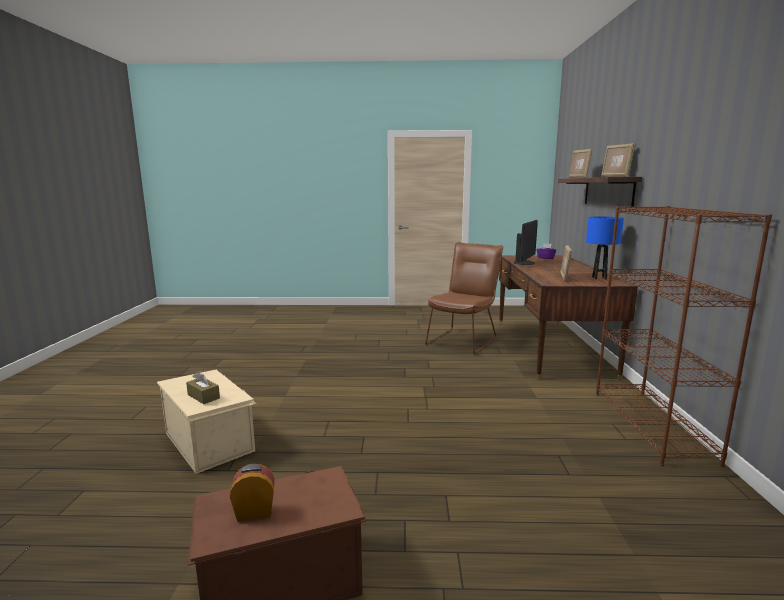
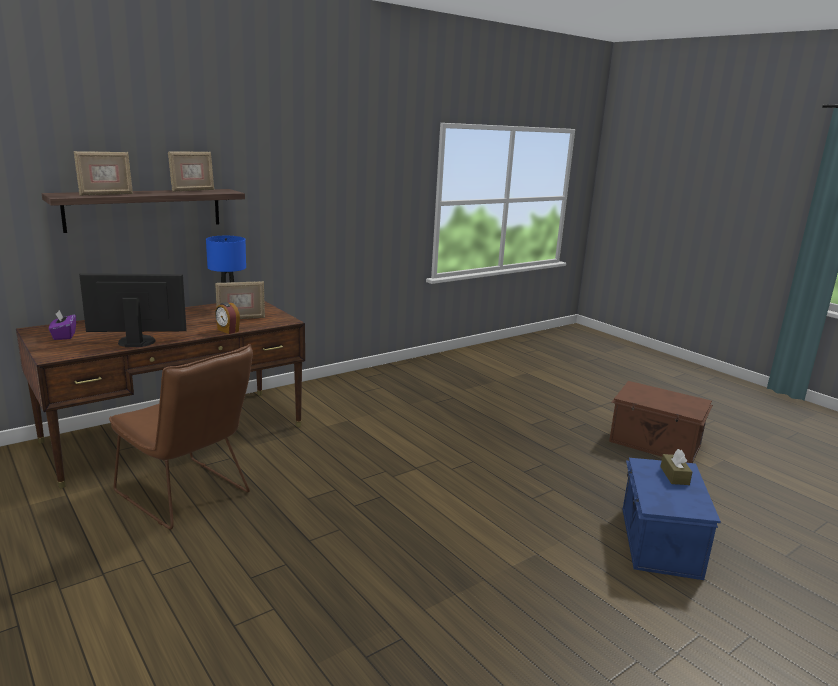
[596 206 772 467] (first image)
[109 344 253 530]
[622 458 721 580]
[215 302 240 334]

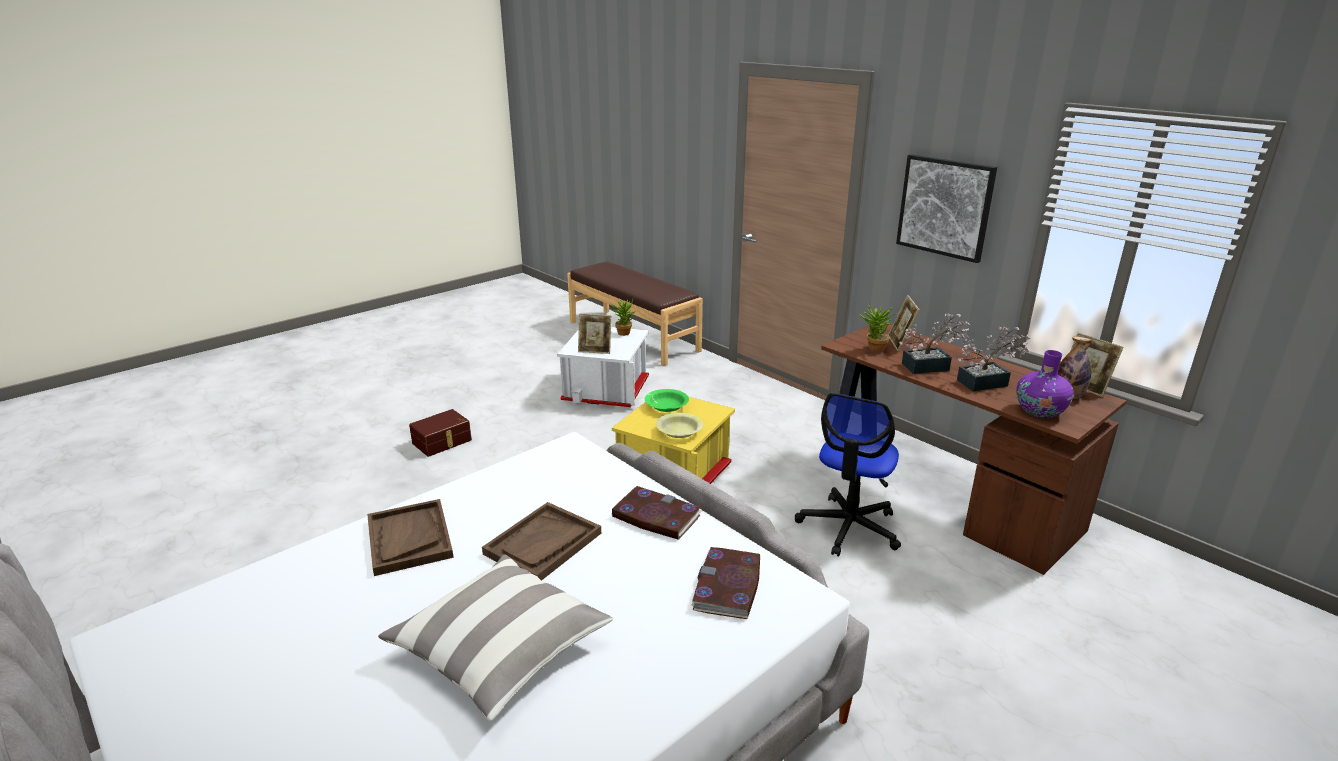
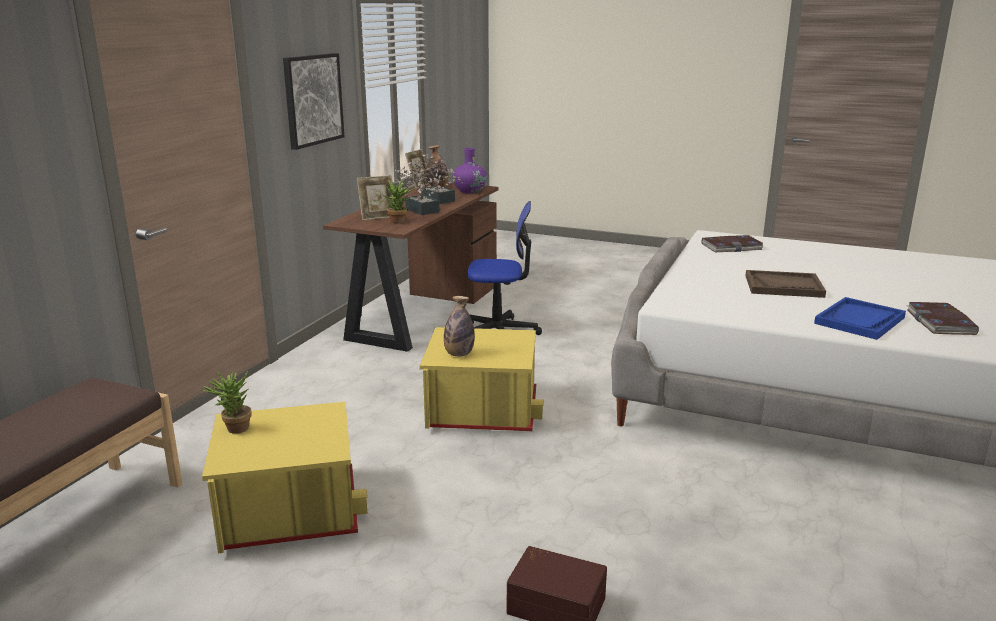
[578 313 612 354] (first image)
[202 402 368 553]
[444 296 475 356]
[656 413 703 438] (first image)
[906 302 979 335]
[814 297 906 340]
[379 554 613 721] (first image)

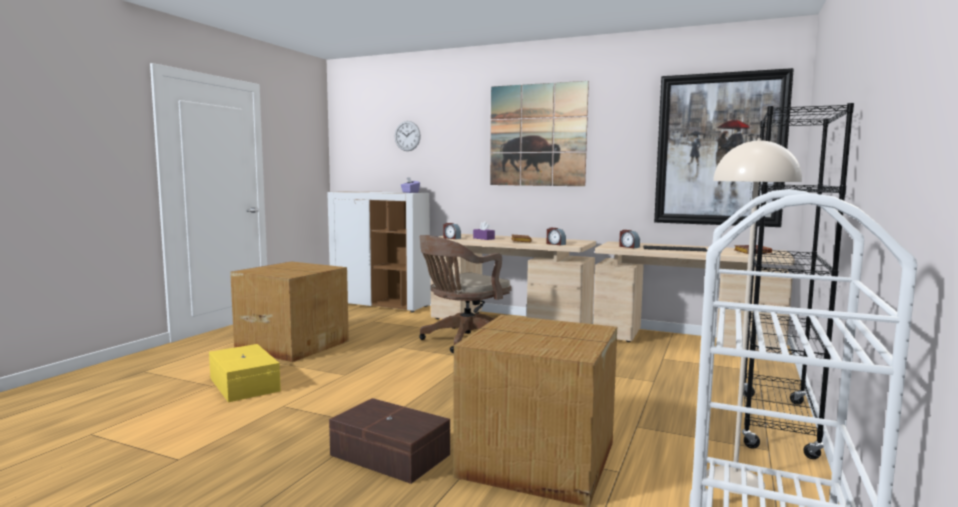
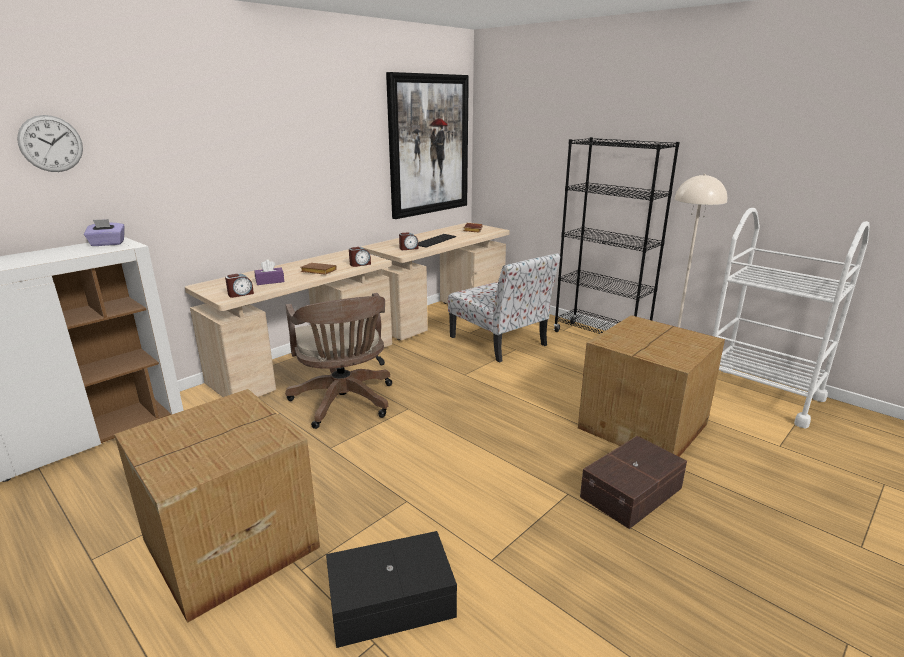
[490 81 589 186] (first image)
[326 531 457 648]
[448 253 560 362]

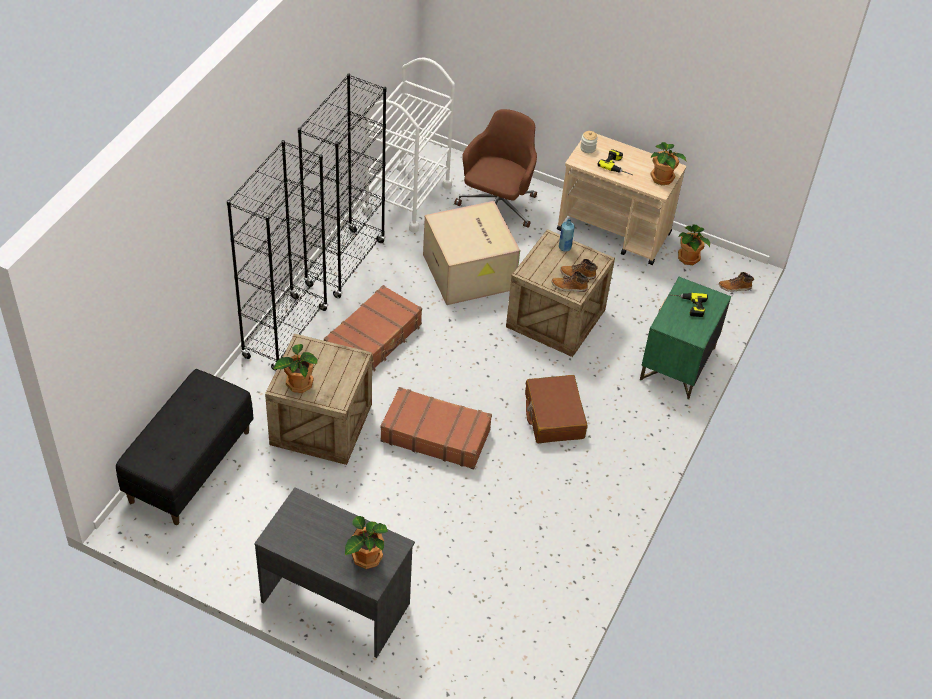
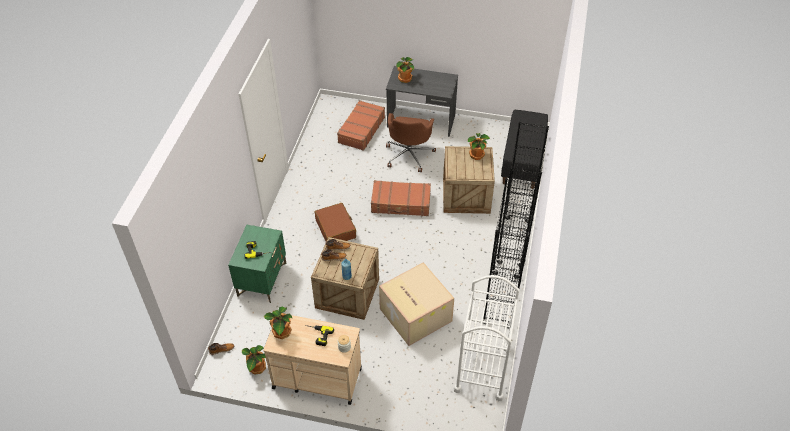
[386 113 436 172]
[337 100 385 151]

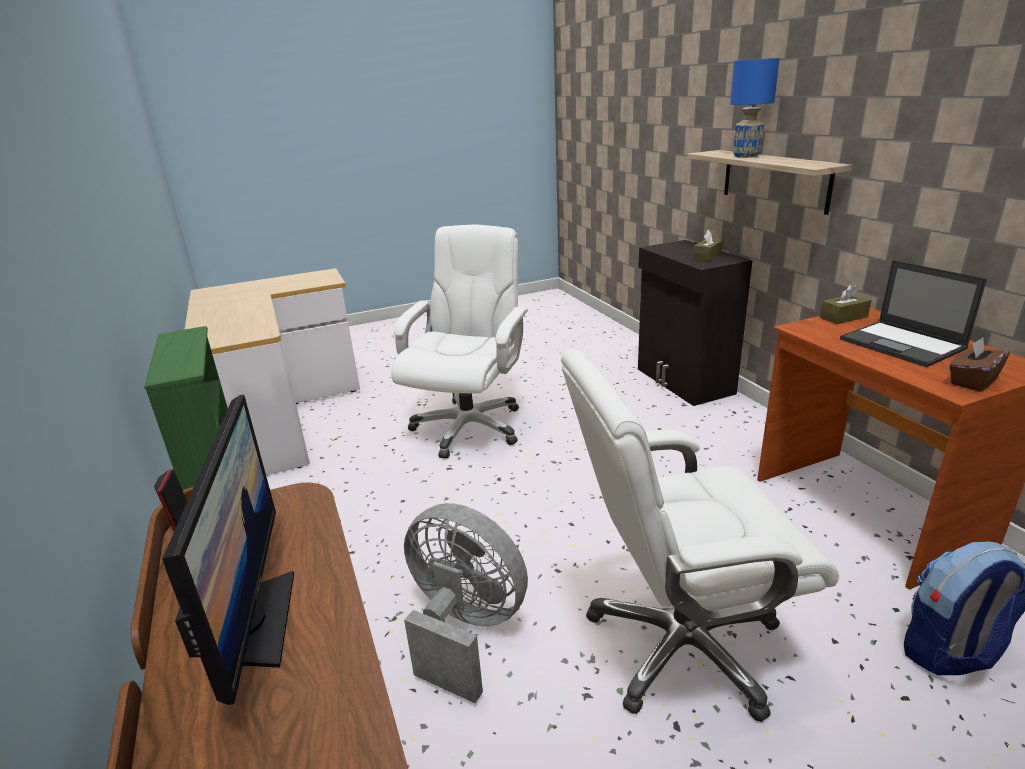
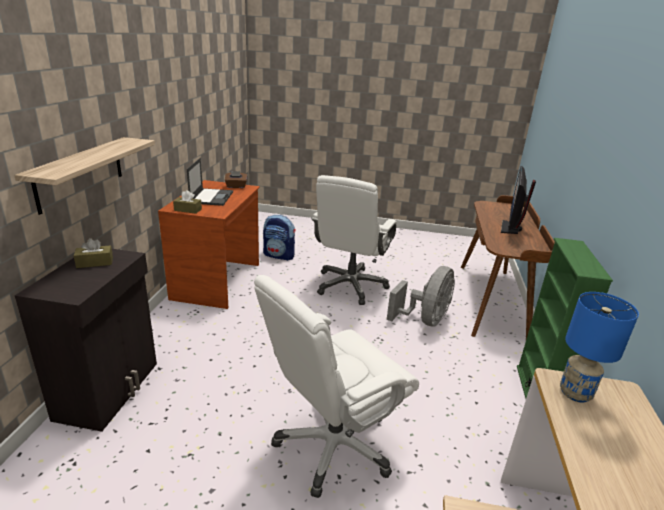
[560 292 639 403]
[311 175 397 305]
[387 266 455 327]

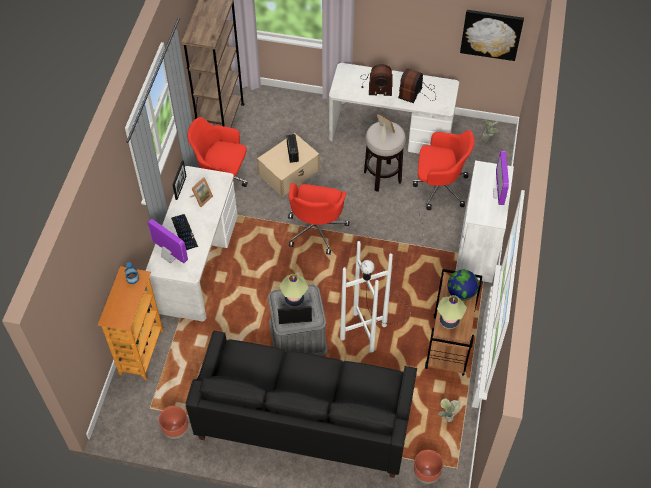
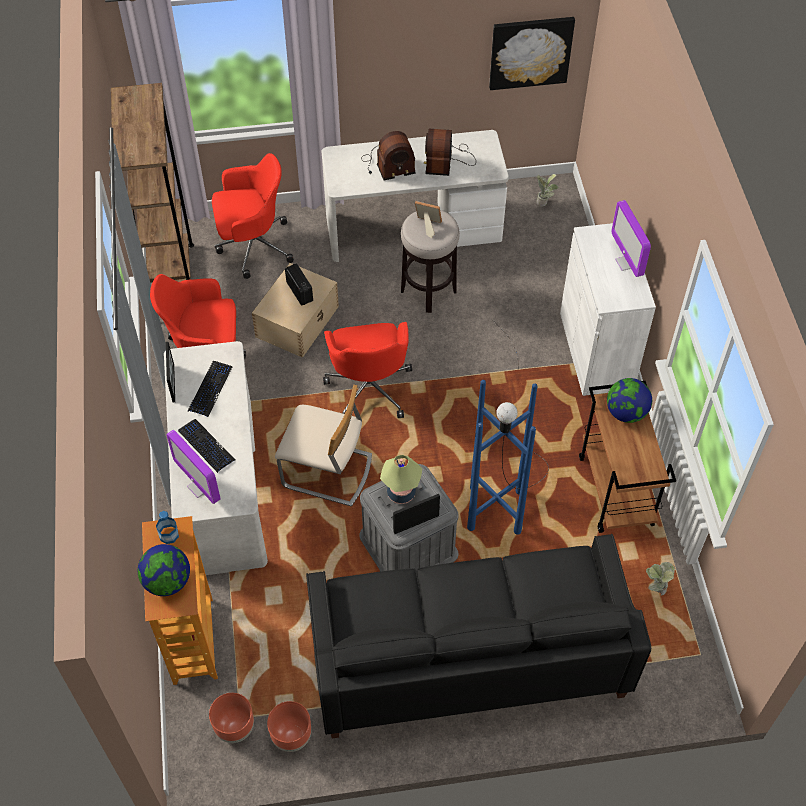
[212 153 294 279]
[188 361 232 417]
[467 319 549 535]
[166 430 221 504]
[437 295 467 329] (first image)
[209 693 254 743]
[275 385 372 507]
[138 544 190 596]

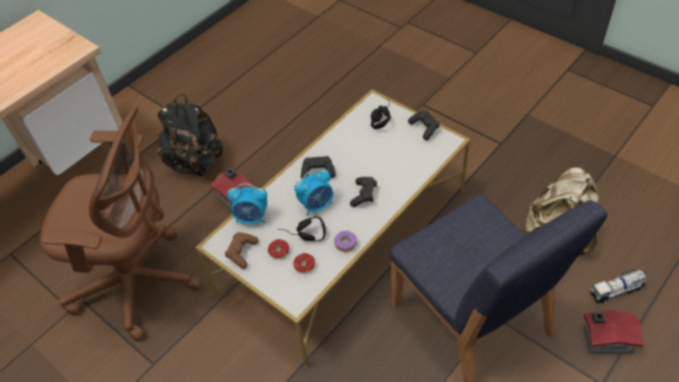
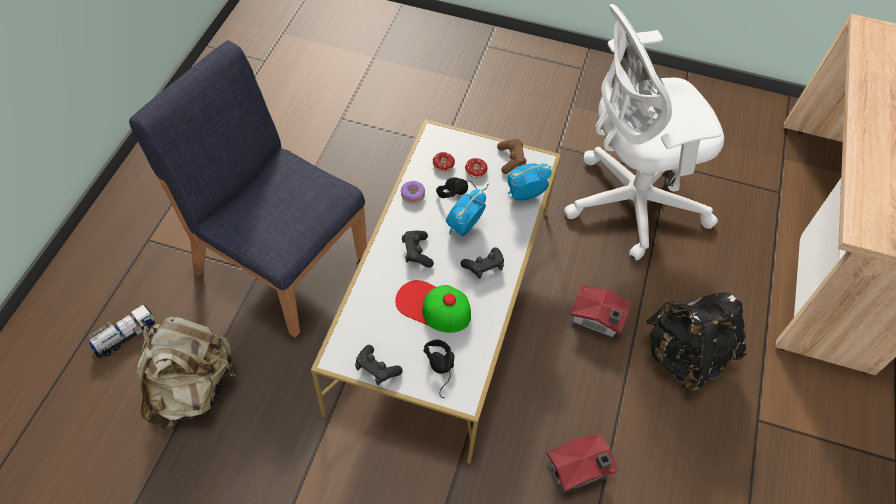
[564 4 724 260]
[546 433 618 495]
[395 280 471 333]

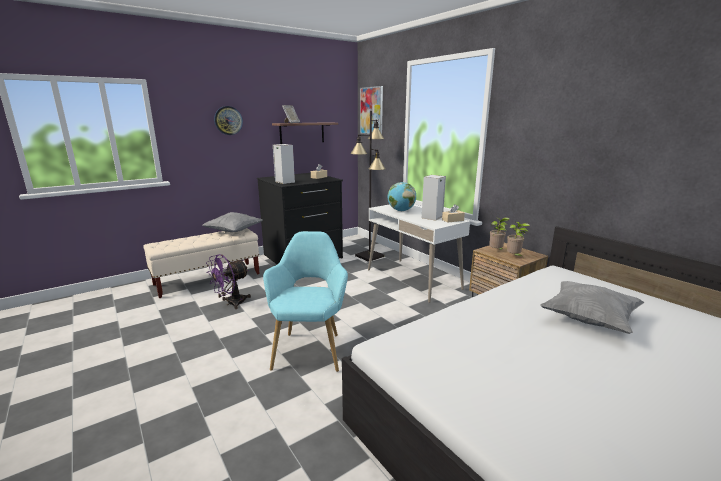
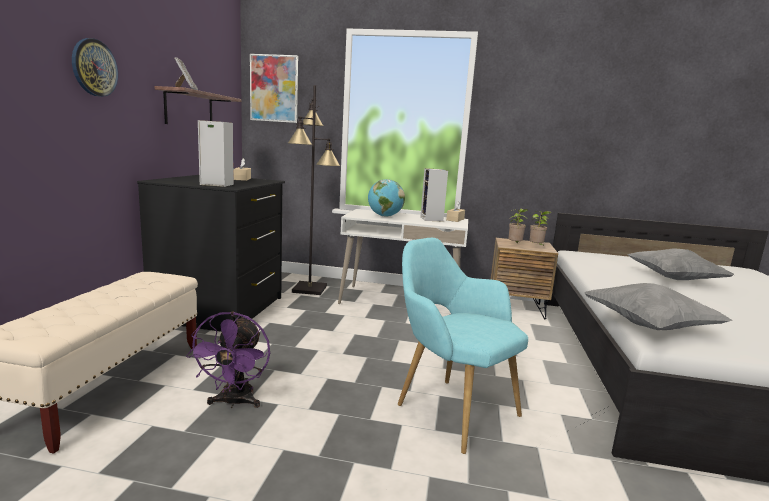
[585 283 733 330]

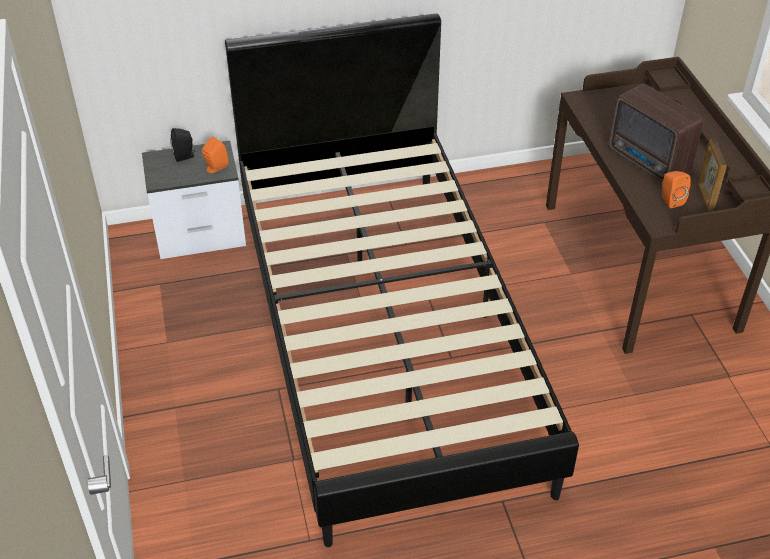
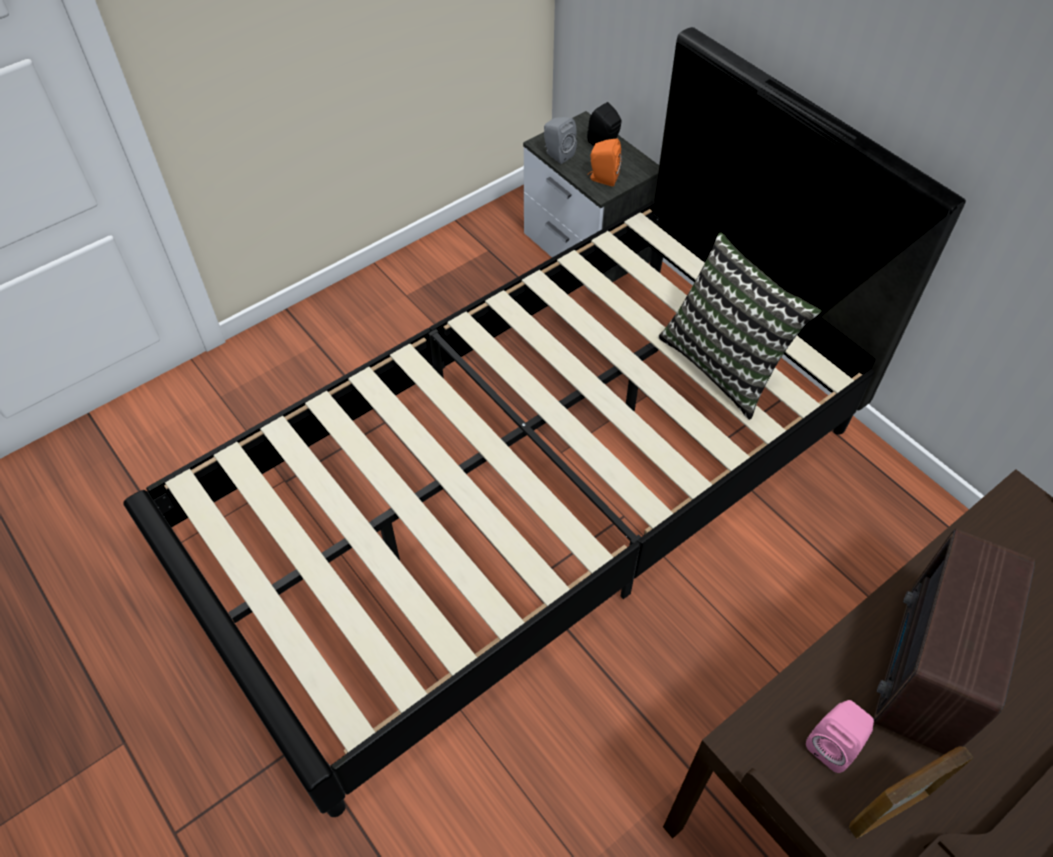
[806 700 874 773]
[544 117 577 164]
[659 233 821 420]

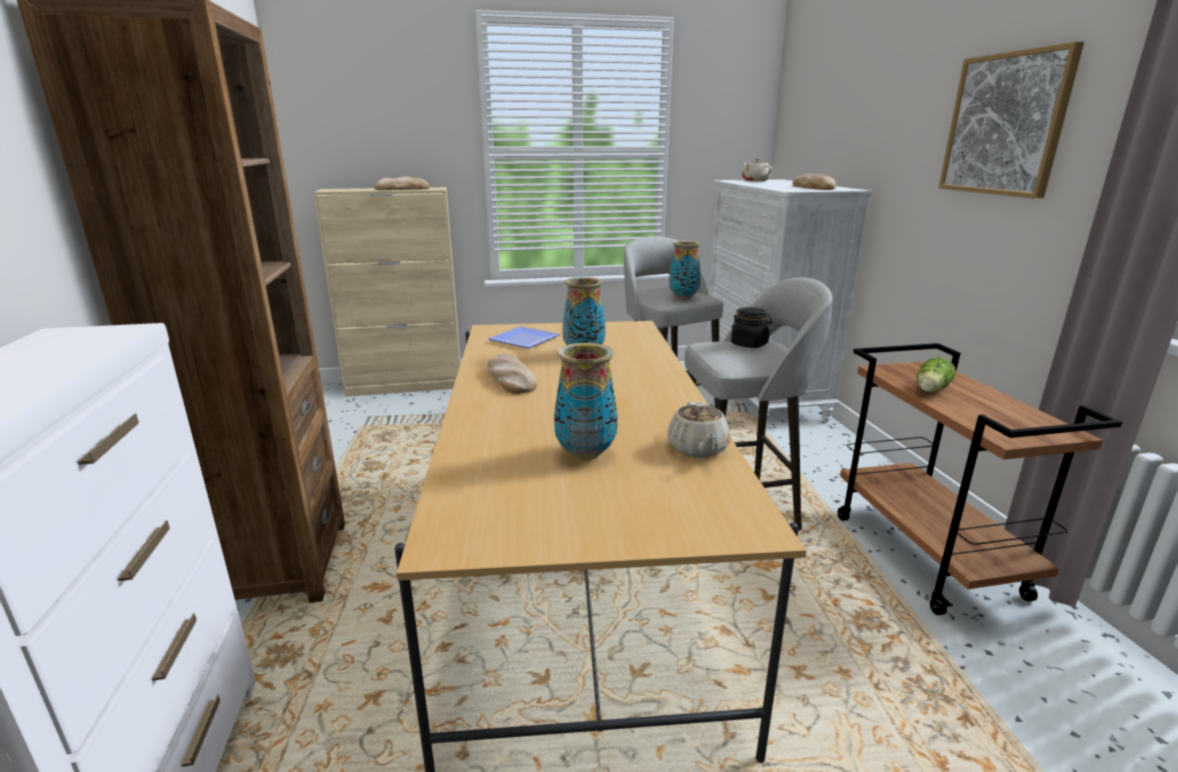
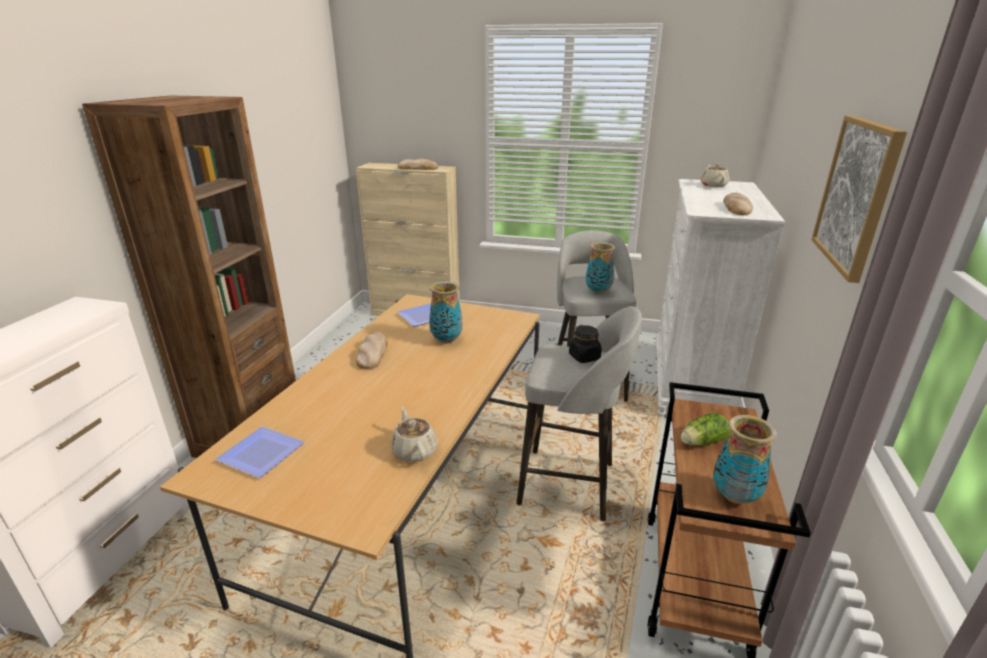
[713 415 777 504]
[391 407 438 462]
[215 426 305 478]

